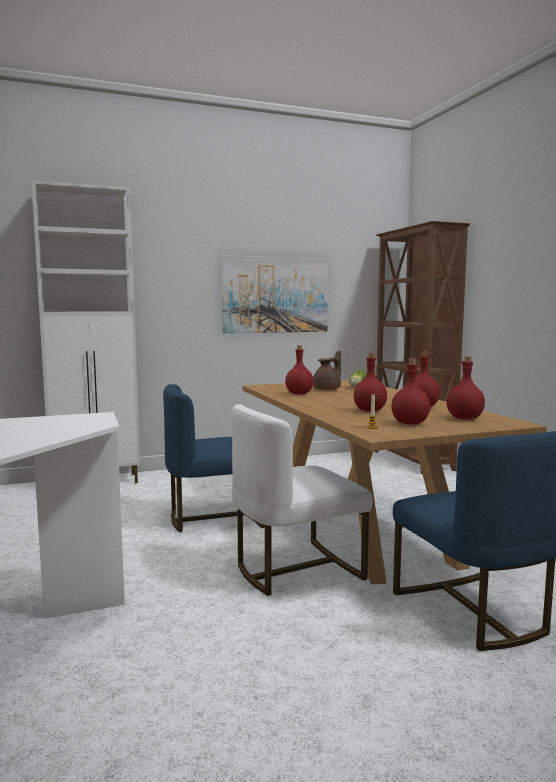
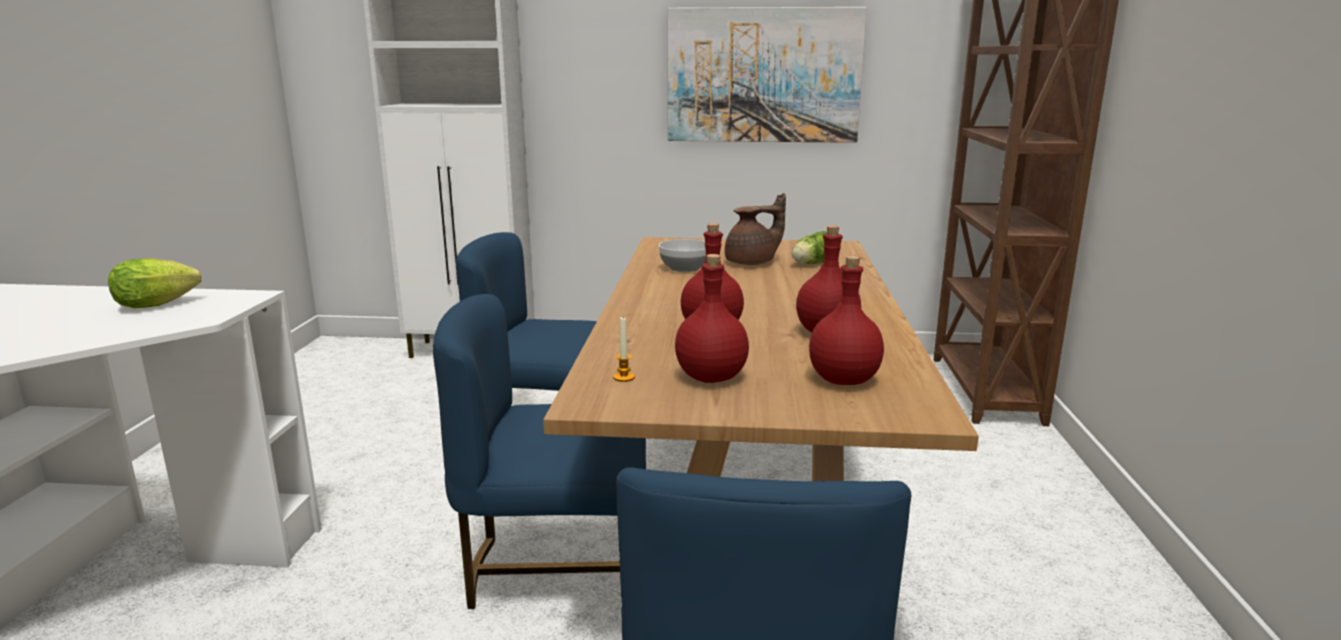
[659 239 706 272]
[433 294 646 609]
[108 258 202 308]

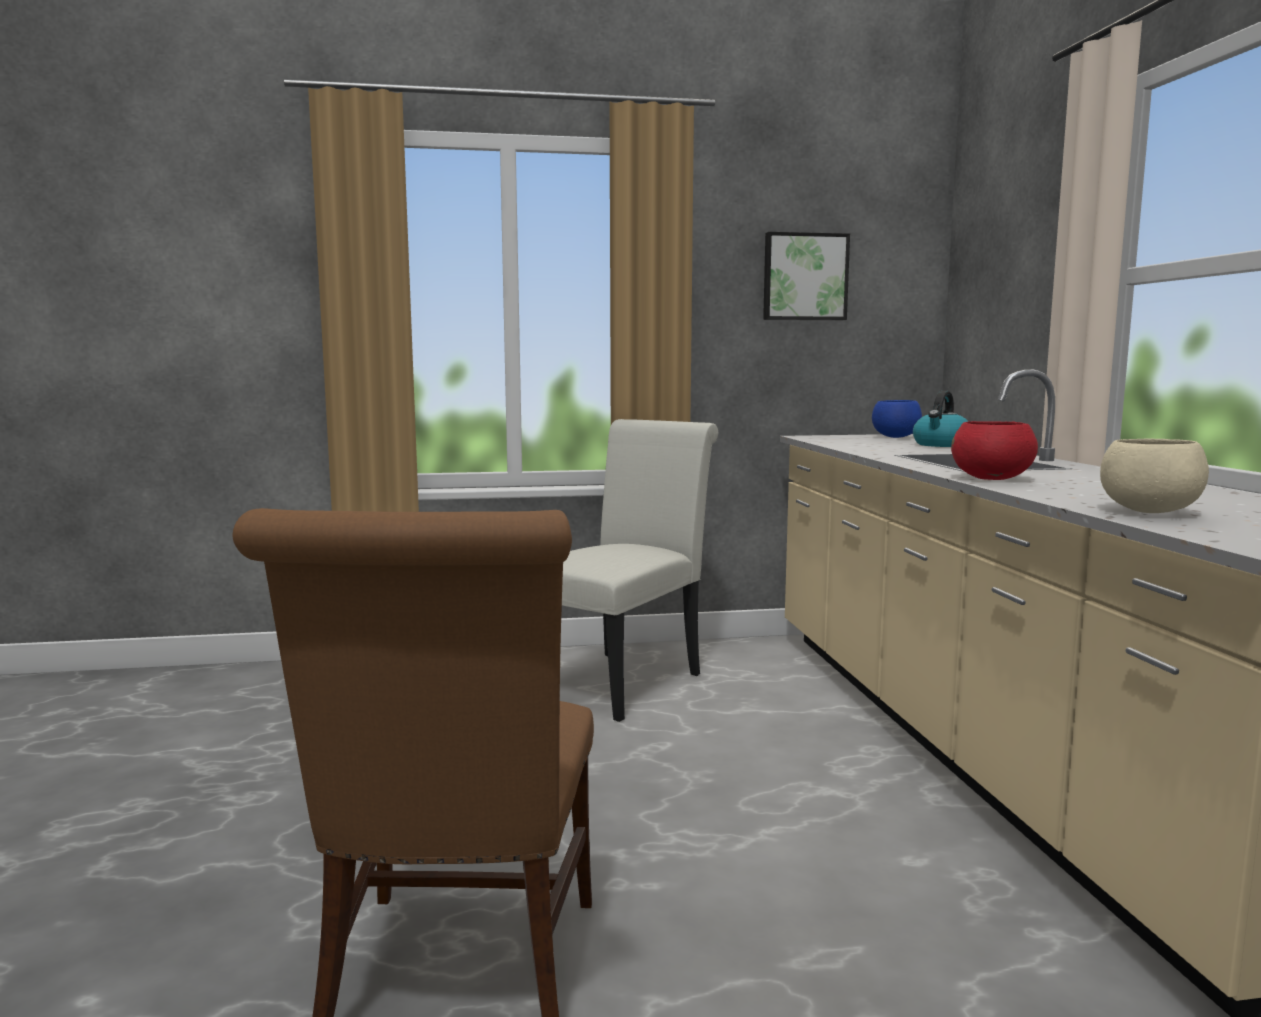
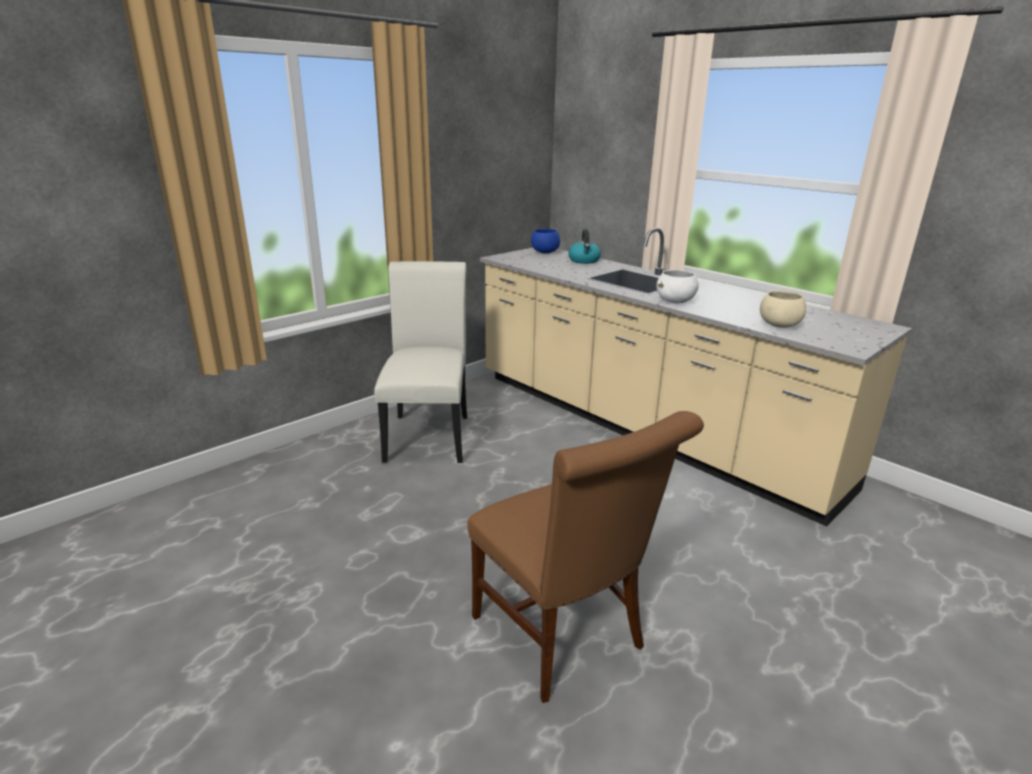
[763 232 850 320] (first image)
[656 270 699 303]

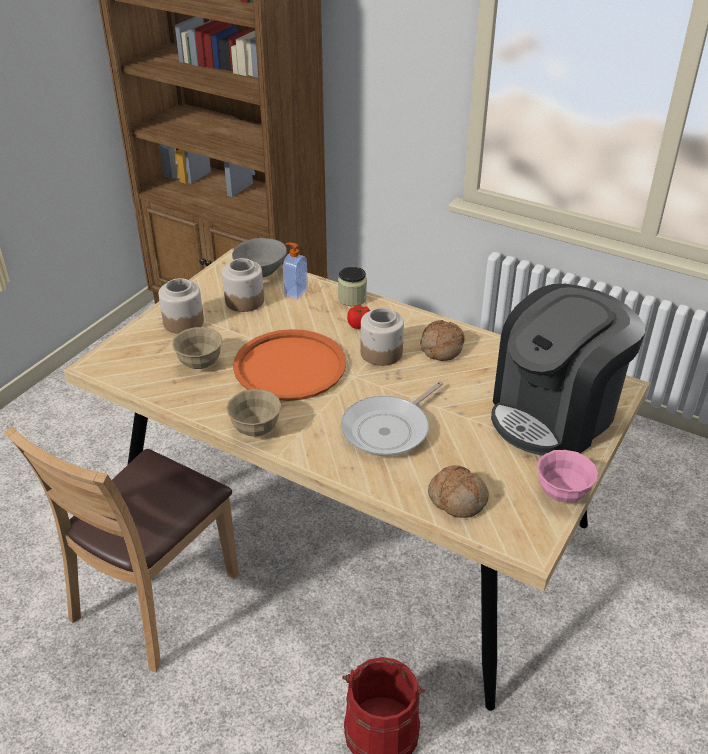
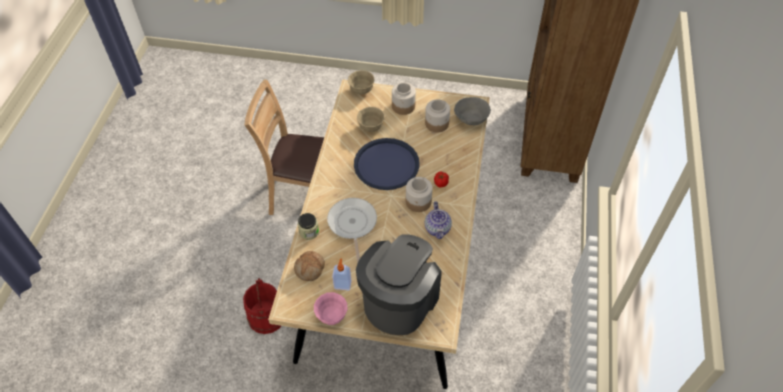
[332 259 351 290]
[298 213 319 240]
[356 234 442 335]
[425 201 452 239]
[354 138 420 190]
[327 198 377 264]
[348 70 375 94]

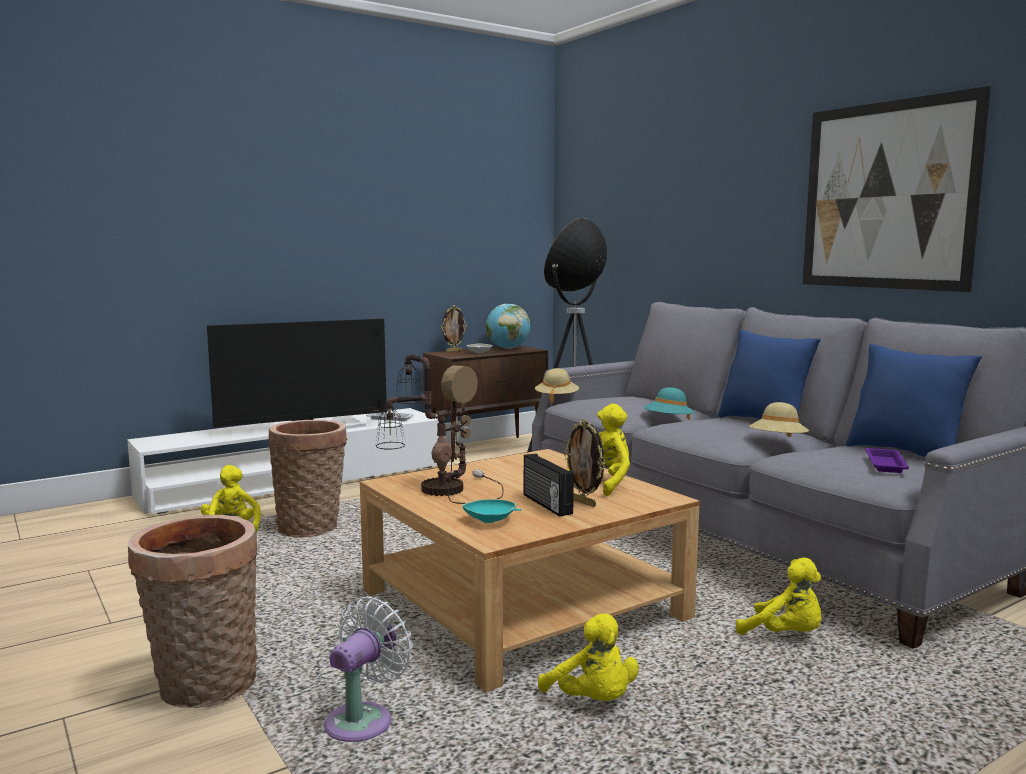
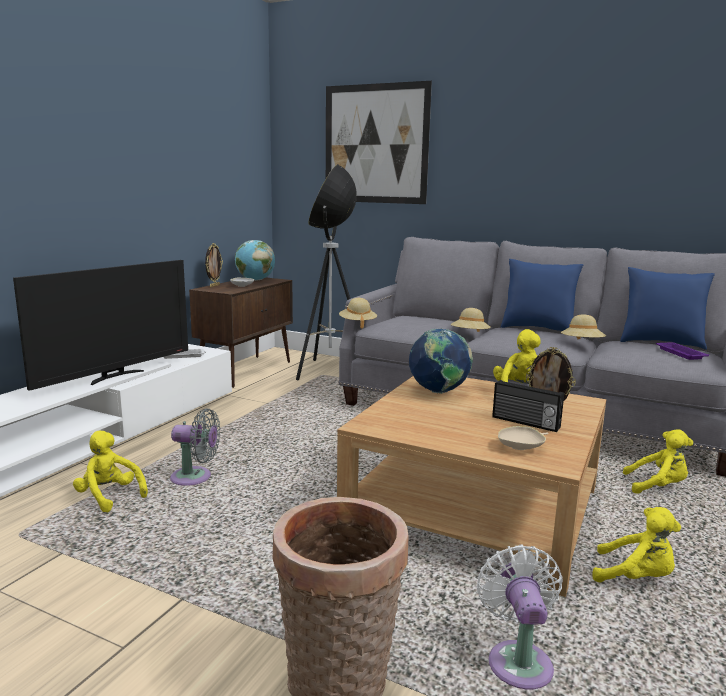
[326 81 432 204]
[376 354 503 504] (first image)
[451 308 491 332]
[170 409 220 486]
[498 426 549 450]
[409 328 473 394]

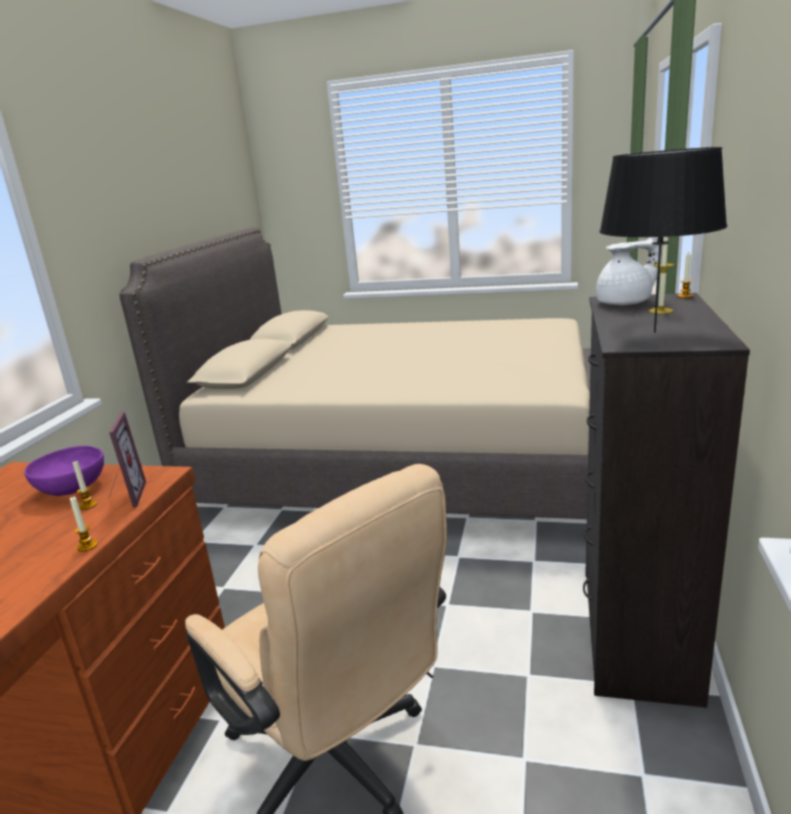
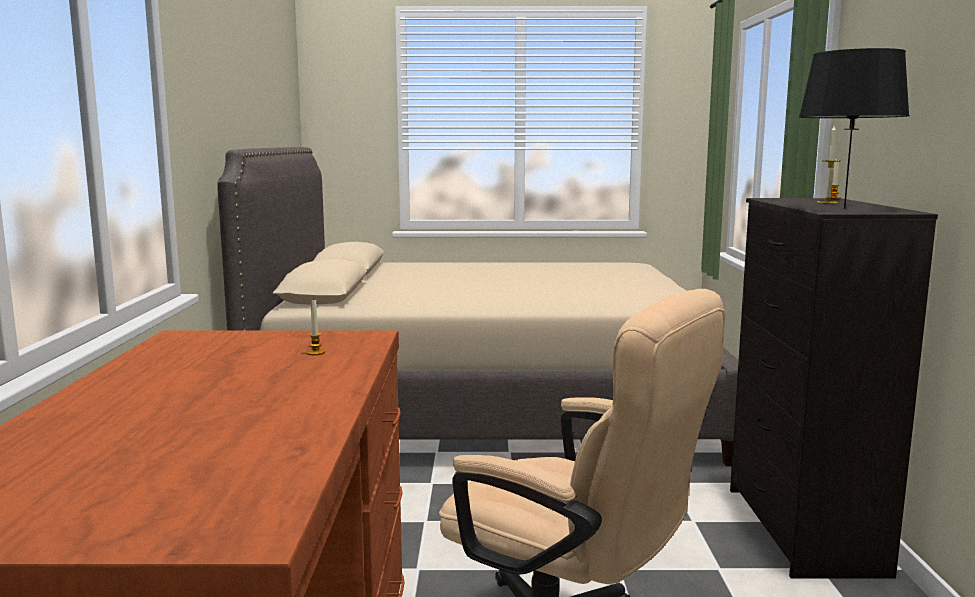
[596 237 662 305] (first image)
[108 411 146 508] (first image)
[24 446 104 496] (first image)
[70 497 98 552] (first image)

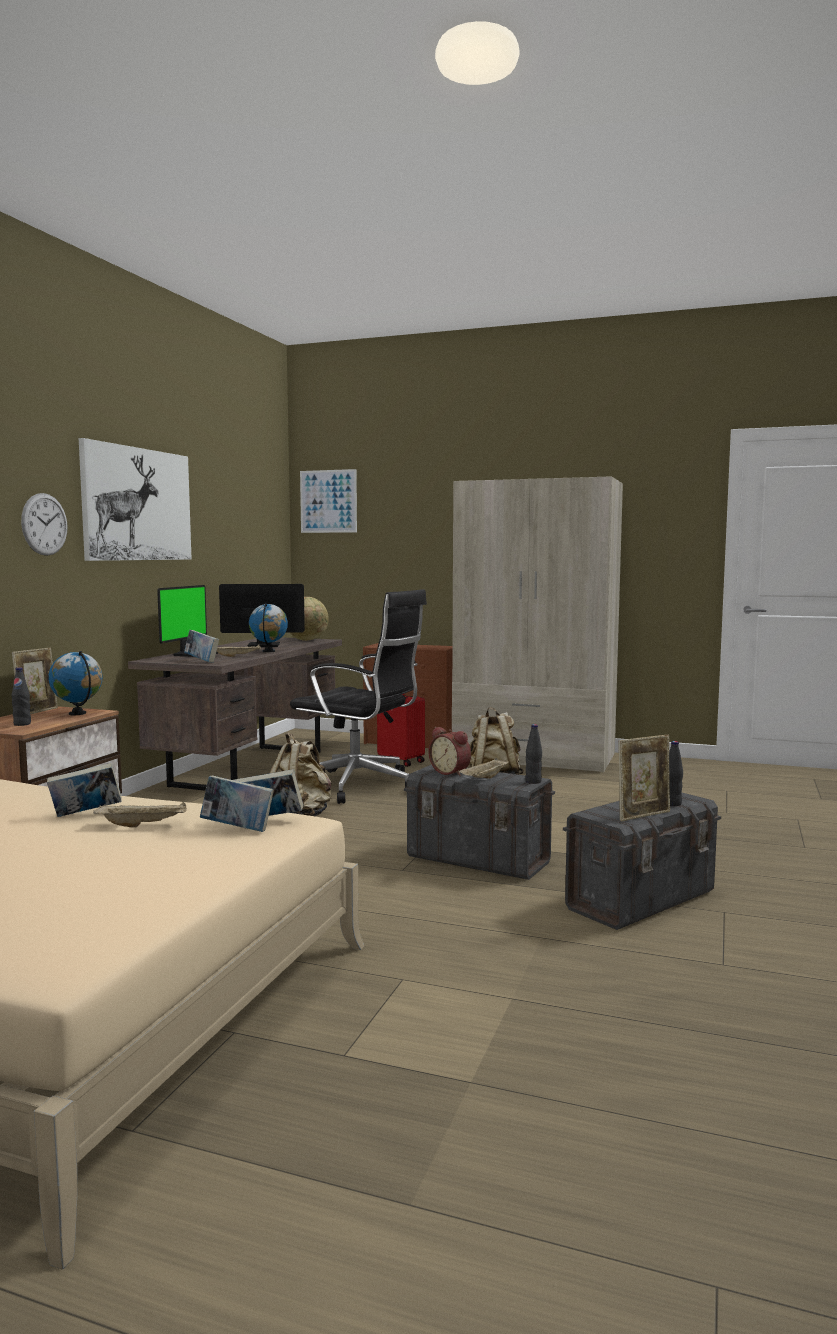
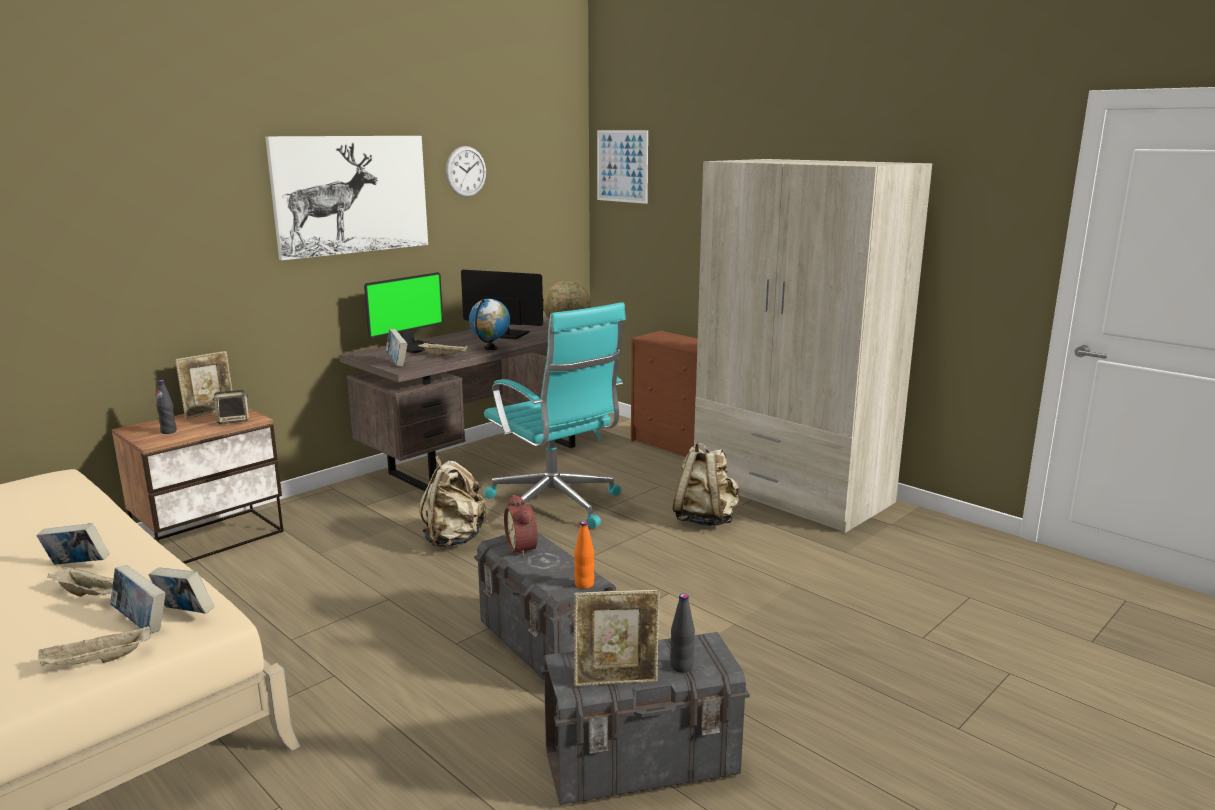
[446 146 486 197]
[484 302 626 528]
[213 390 249 424]
[377 690 425 767] (first image)
[574 521 595 589]
[38 625 151 667]

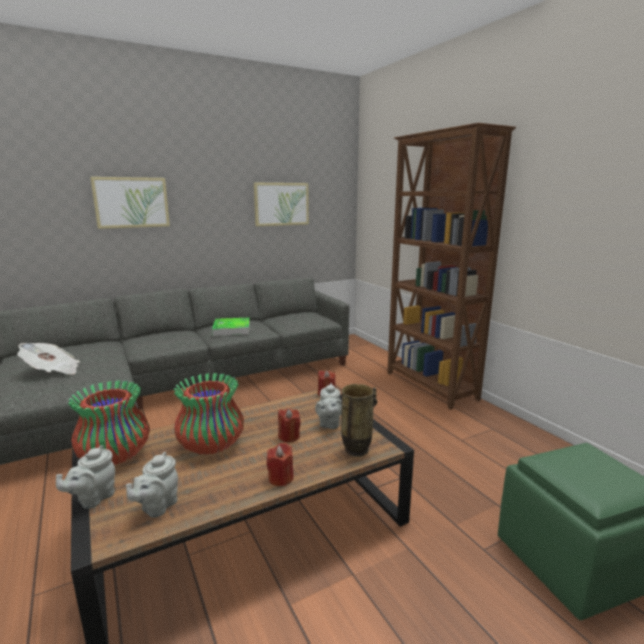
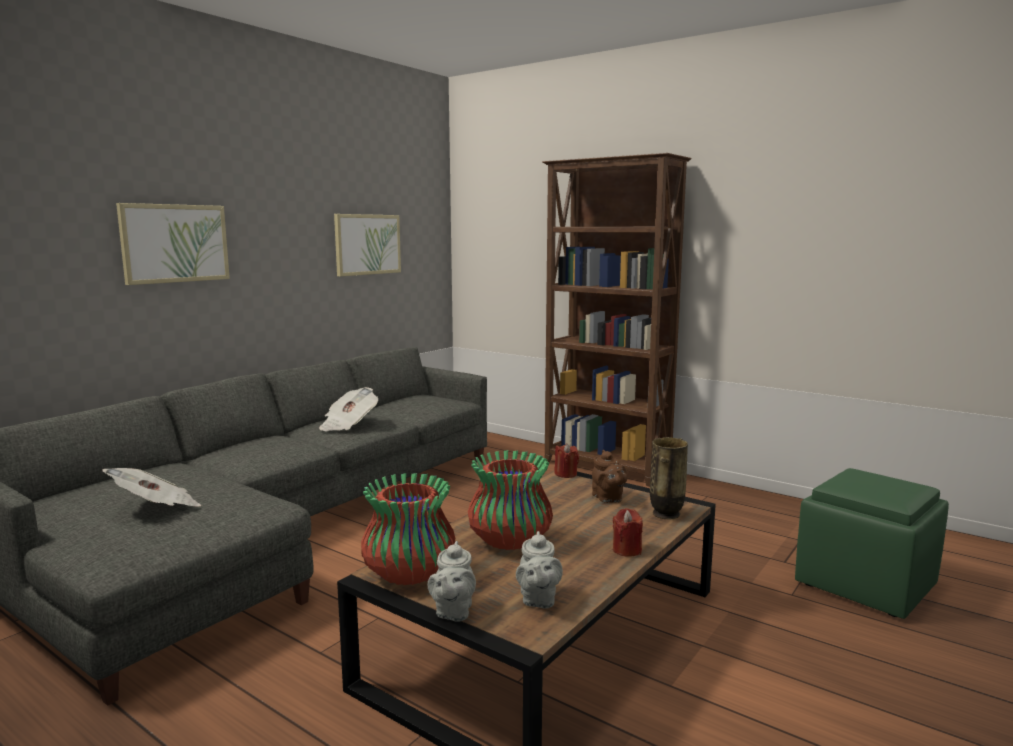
[319 387 378 431]
[592 450 628 503]
[278 408 301 442] (first image)

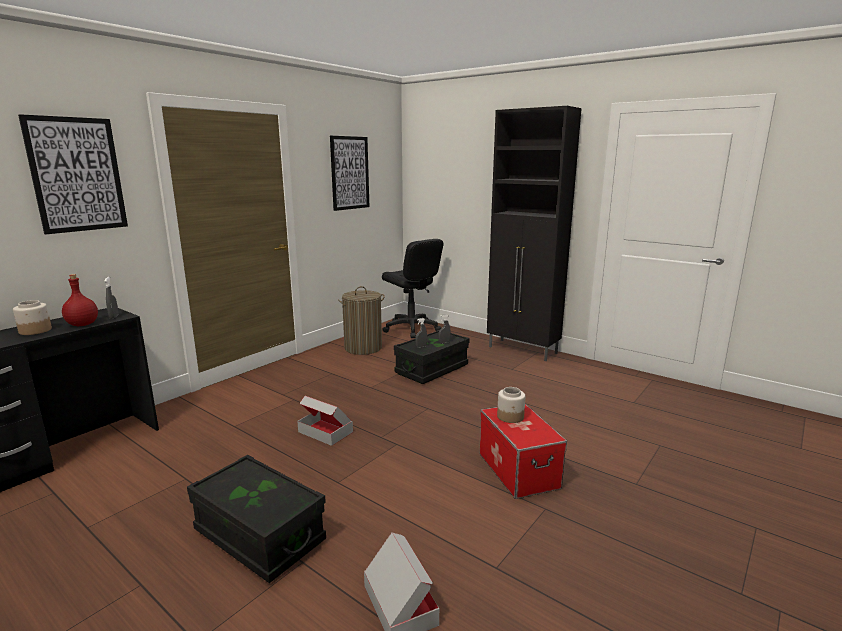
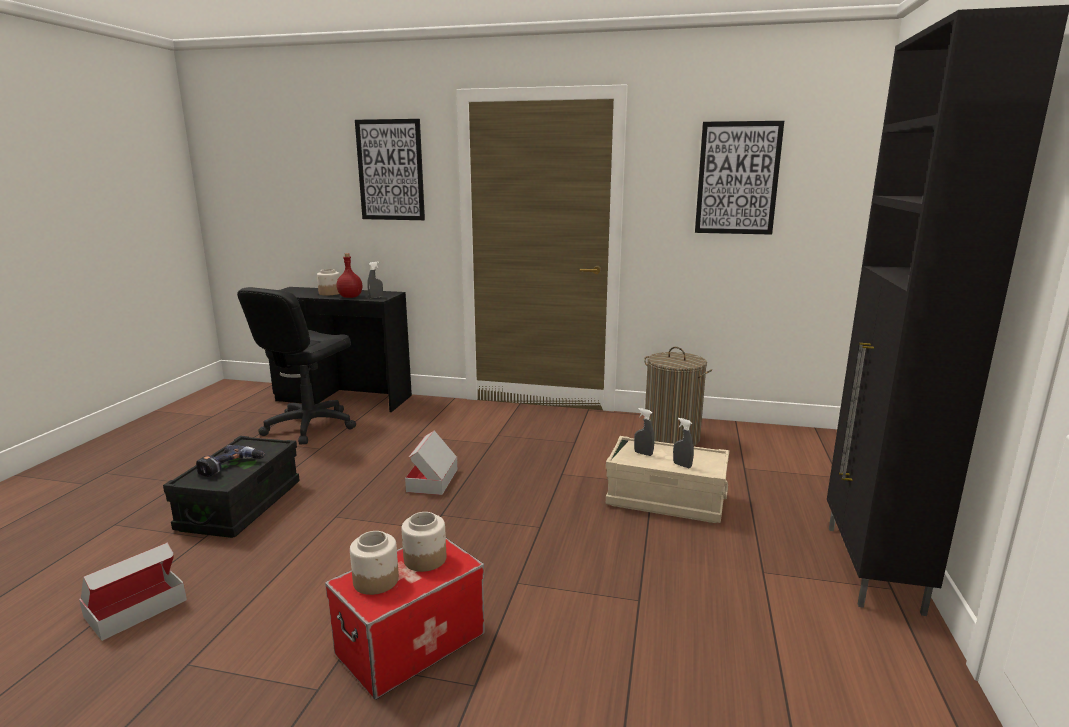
[237 287 356 445]
[606 436 729 523]
[196 445 265 477]
[350 531 399 595]

